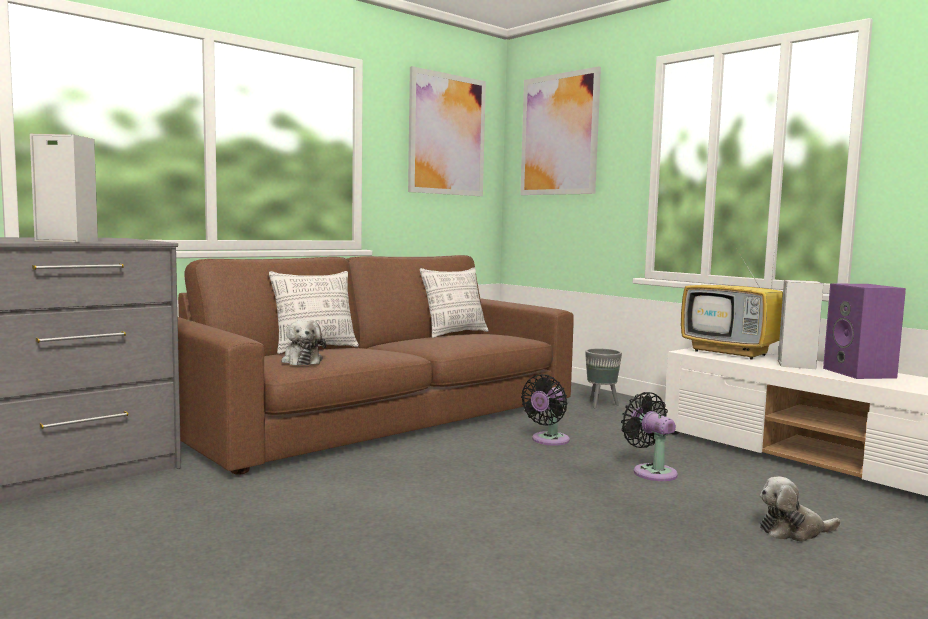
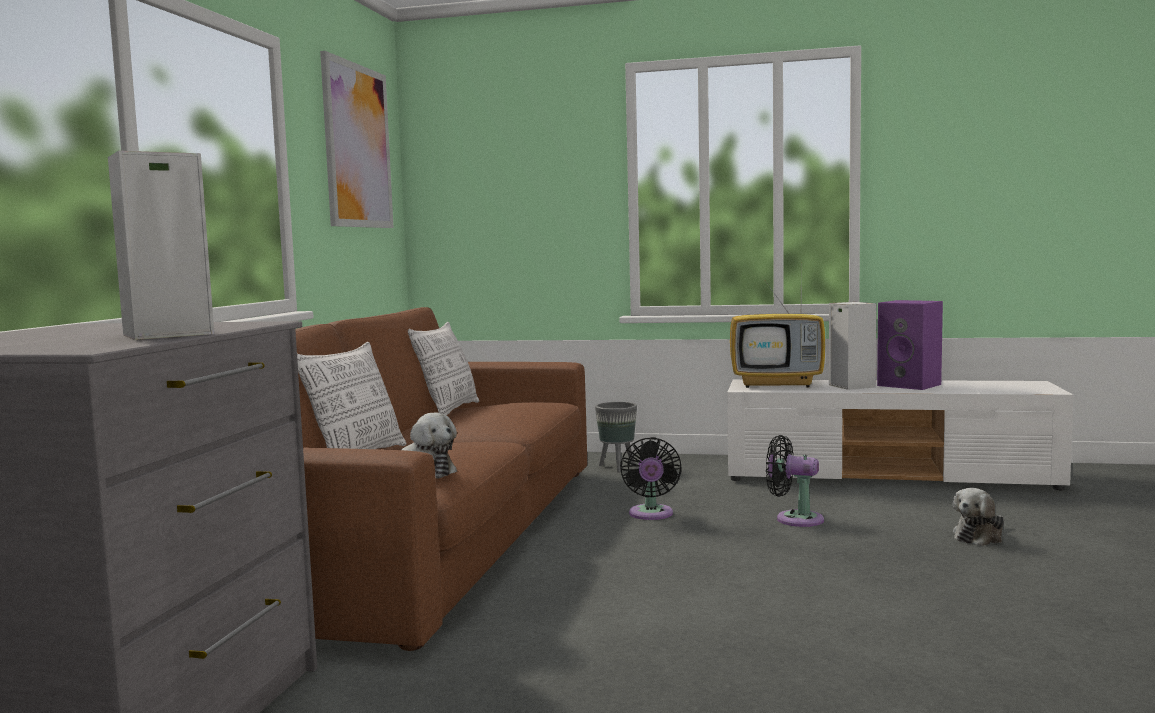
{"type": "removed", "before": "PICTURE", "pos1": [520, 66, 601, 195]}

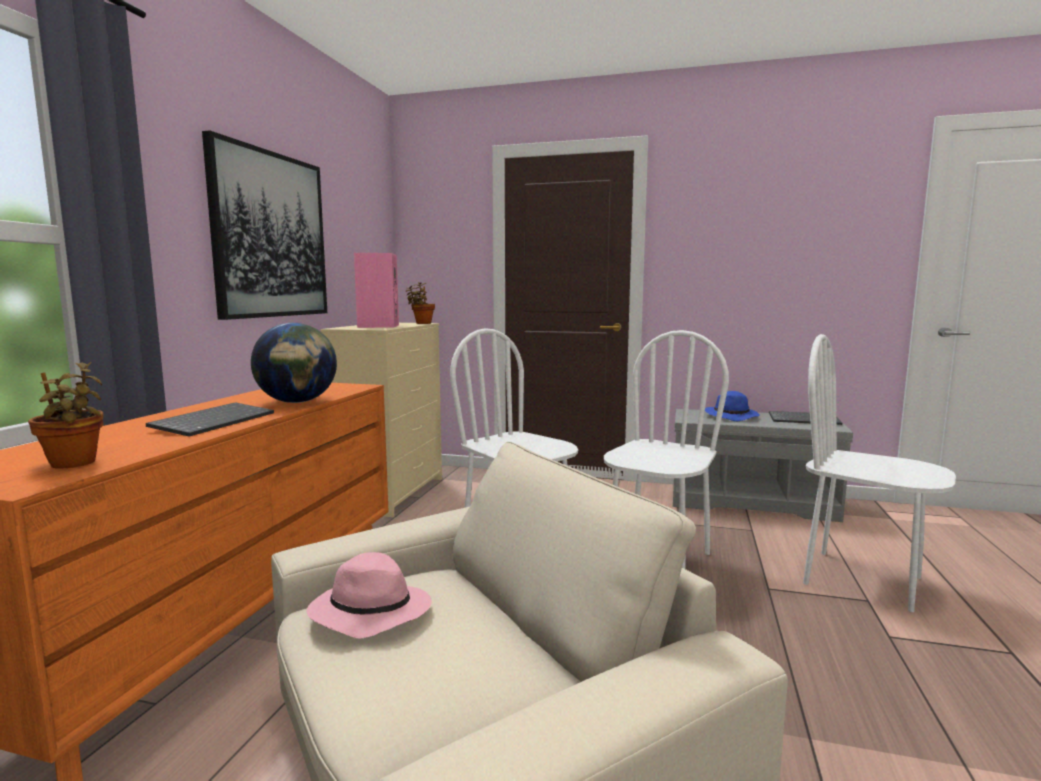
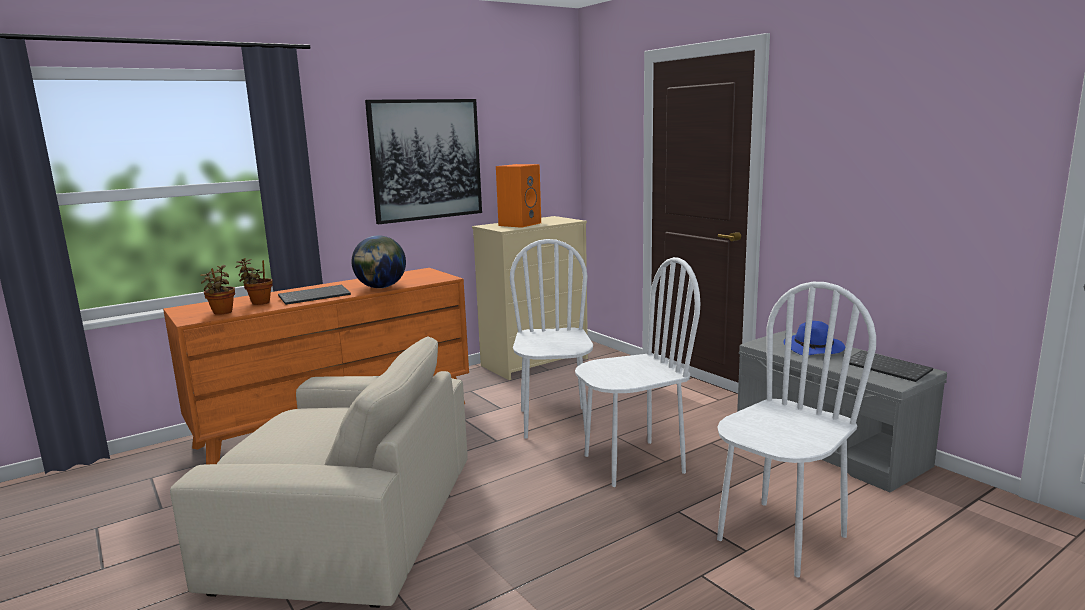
{"type": "recoloured", "before": "PINK SPEAKER", "after": "ORANGE SPEAKER", "pos1": [354, 253, 399, 328], "pos2": [496, 164, 541, 228]}
{"type": "moved", "before": "POTTED PLANT", "pos1": [406, 282, 435, 324], "pos2": [235, 258, 273, 305]}
{"type": "turned", "before": "WHITE CHAIR", "pos1": [803, 334, 956, 612], "pos2": [717, 282, 876, 577], "turn": 60}
{"type": "removed", "before": "PINK HAT", "pos1": [307, 552, 432, 638]}

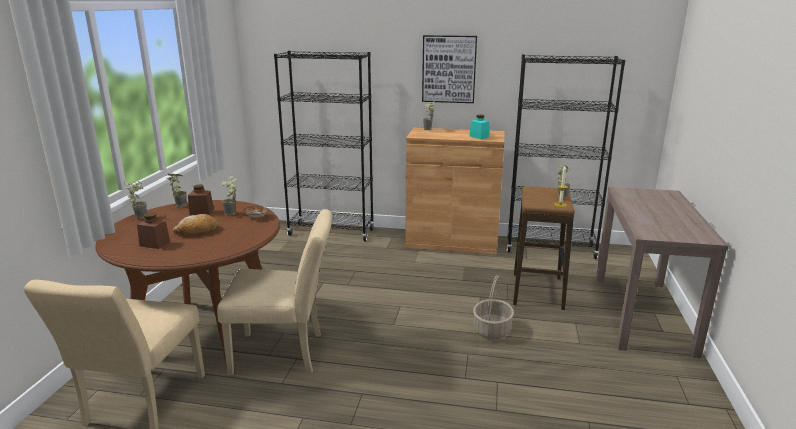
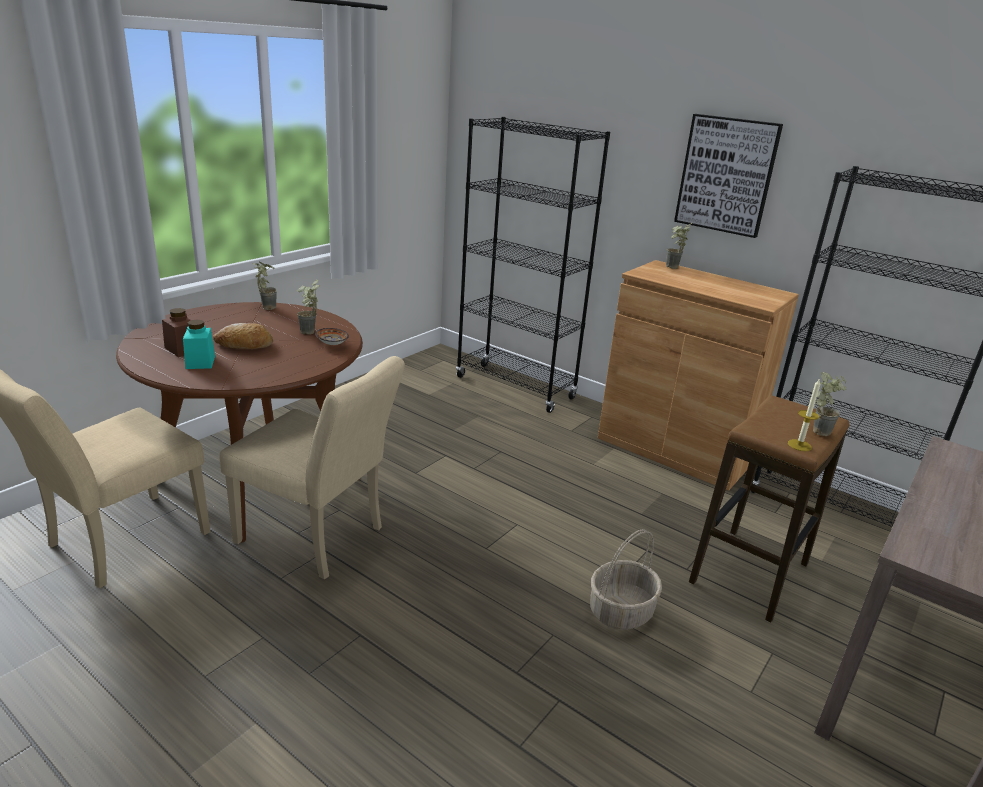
{"type": "moved", "before": "TURQUOISE JAR", "pos1": [469, 115, 489, 139], "pos2": [183, 320, 215, 369]}
{"type": "removed", "before": "POTTED PLANT", "pos1": [124, 181, 147, 219]}
{"type": "removed", "before": "BROWN JAR", "pos1": [188, 185, 214, 215]}

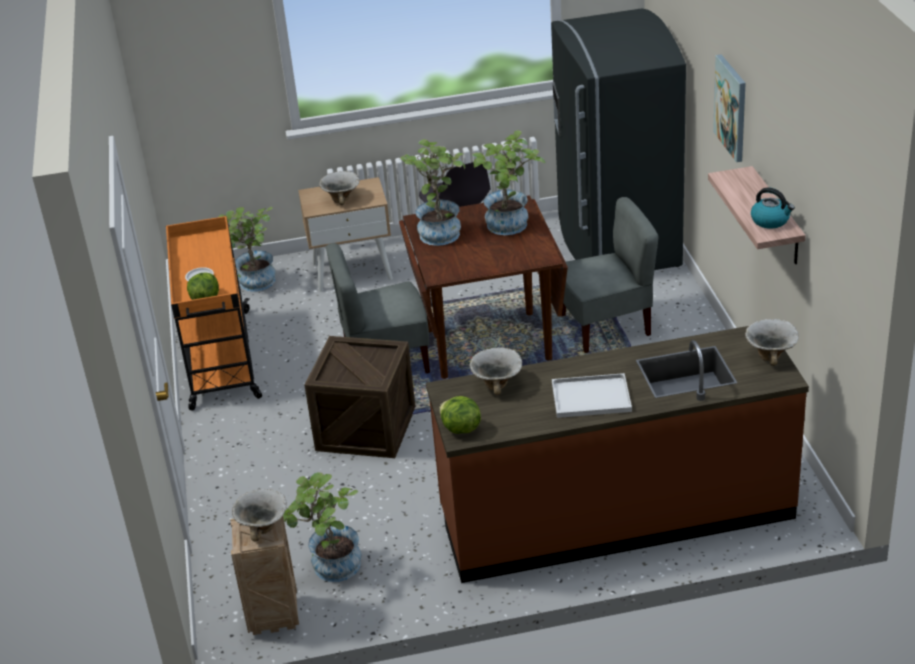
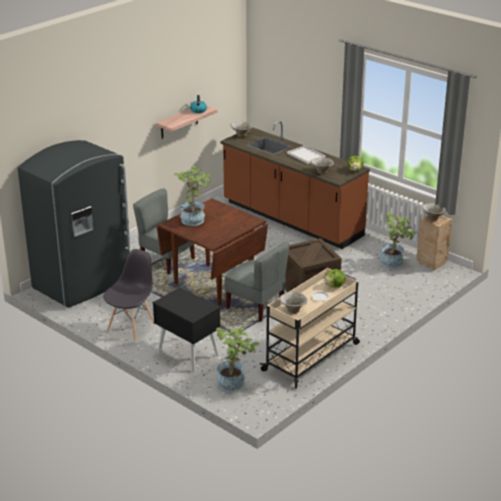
{"type": "removed", "before": "PICTURE", "pos1": [713, 54, 746, 162]}
{"type": "removed", "before": "POTTED PLANT", "pos1": [400, 139, 465, 246]}
{"type": "moved", "before": "BOWL", "pos1": [319, 171, 359, 205], "pos2": [279, 292, 308, 314]}
{"type": "recoloured", "before": "BEIGE NIGHTSTAND", "after": "BLACK NIGHTSTAND", "pos1": [298, 177, 393, 292], "pos2": [153, 287, 221, 372]}
{"type": "recoloured", "before": "ORANGE CART", "after": "BEIGE CART", "pos1": [166, 216, 262, 411], "pos2": [260, 268, 360, 388]}

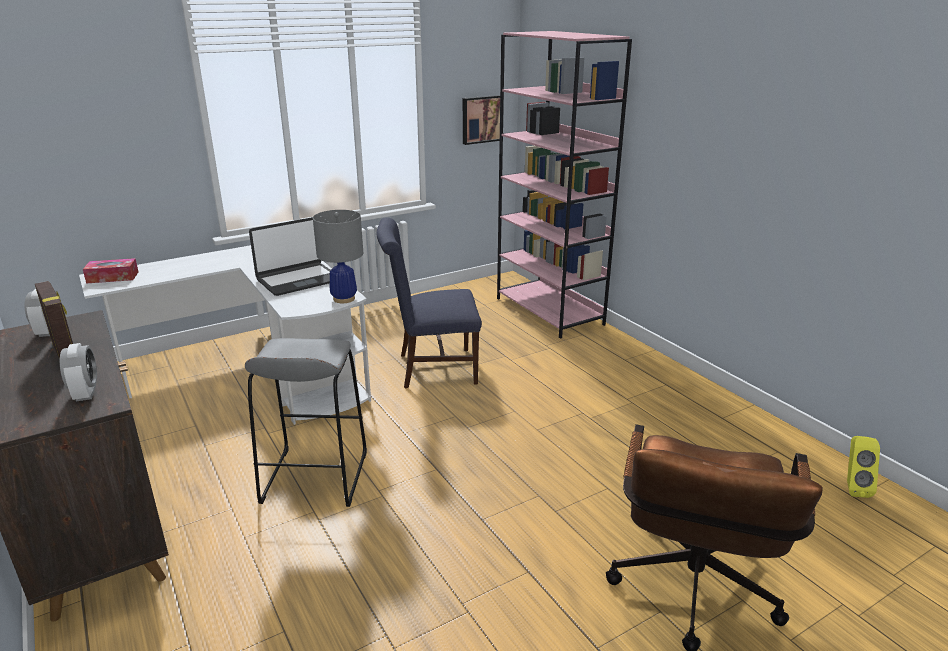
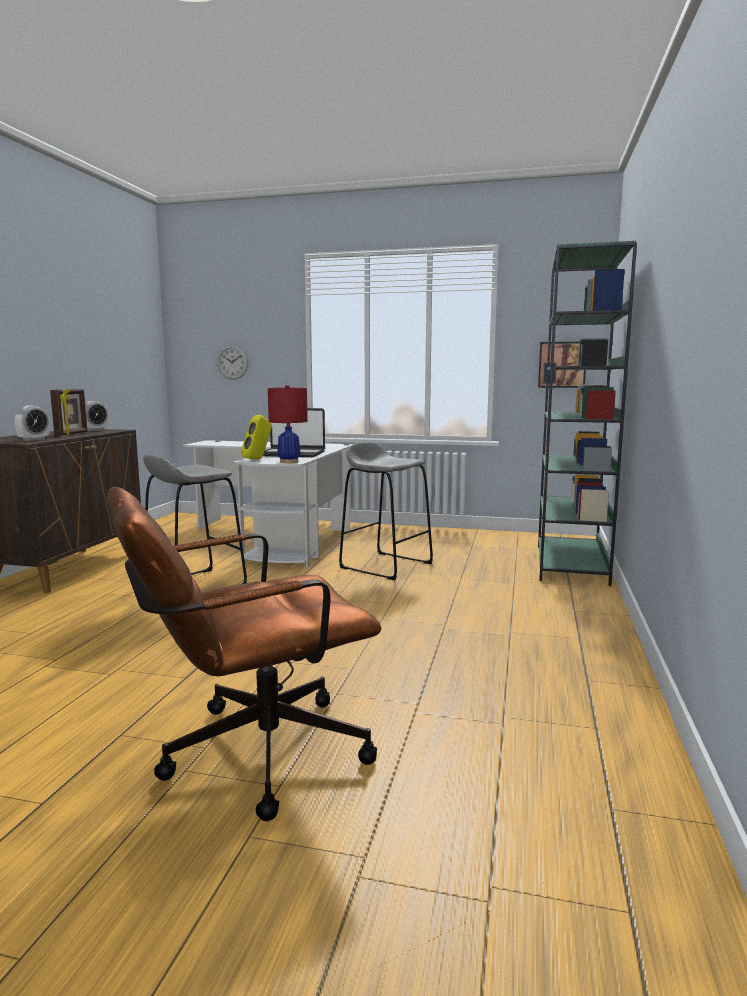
{"type": "recoloured", "before": "PINK BOOKCASE", "after": "GREEN BOOKCASE", "pos1": [497, 31, 632, 339], "pos2": [538, 241, 637, 586]}
{"type": "recoloured", "before": "GREY TABLE LAMP", "after": "RED TABLE LAMP", "pos1": [313, 210, 363, 303], "pos2": [268, 385, 308, 463]}
{"type": "replaced", "before": "BLUE CHAIR", "after": "GREY STOOL", "pos1": [376, 217, 482, 389], "pos2": [339, 442, 433, 580]}
{"type": "removed", "before": "TISSUE BOX", "pos1": [83, 258, 138, 283]}
{"type": "moved", "before": "YELLOW SPEAKER", "pos1": [847, 436, 880, 498], "pos2": [241, 415, 272, 460]}
{"type": "added", "after": "WALL CLOCK", "pos2": [217, 345, 248, 380]}

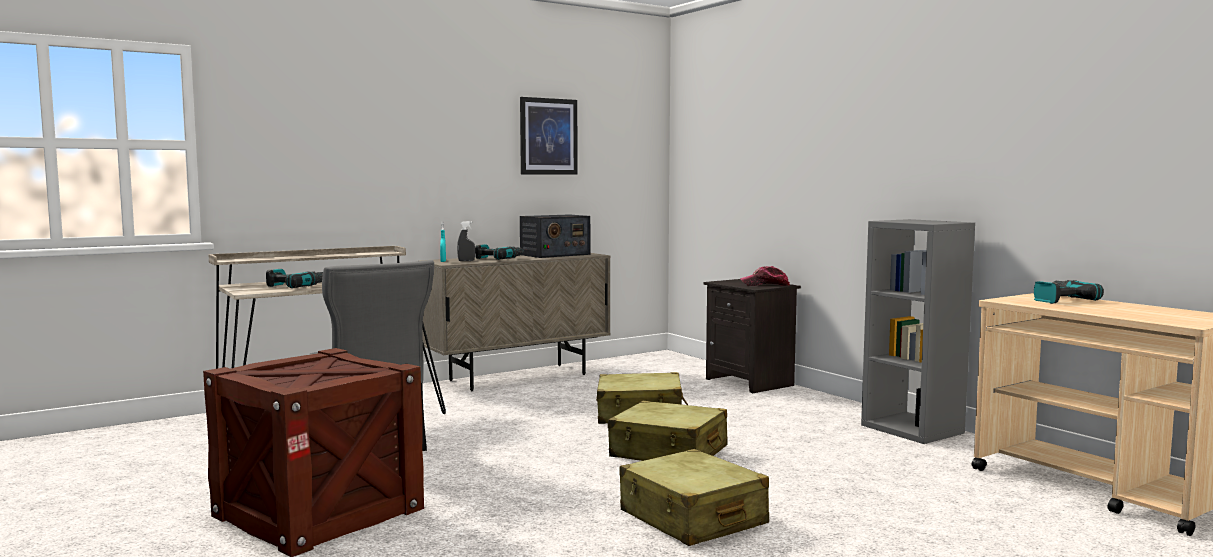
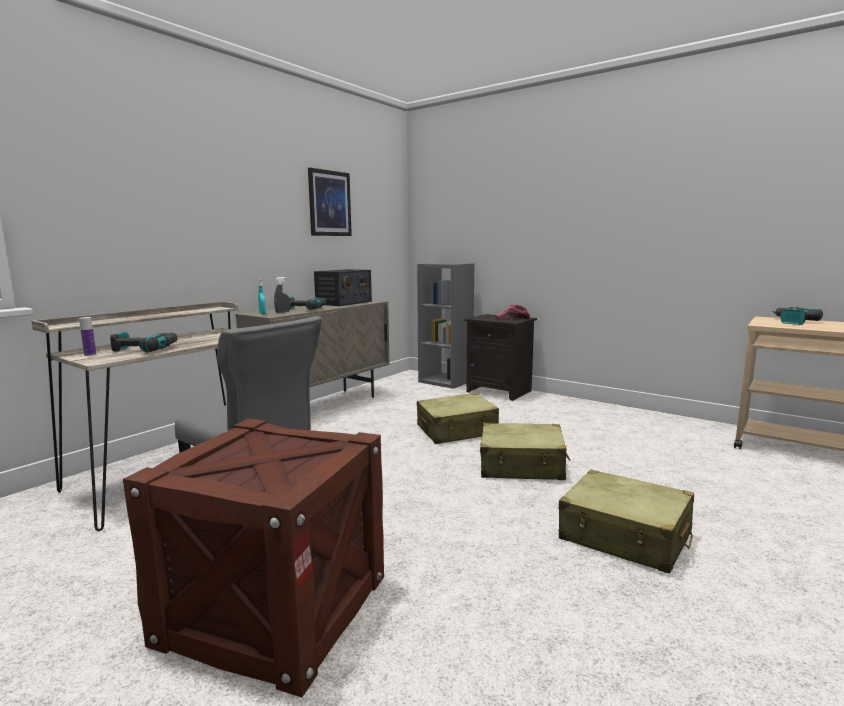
{"type": "moved", "before": "GREY BOOKCASE", "pos1": [861, 219, 975, 444], "pos2": [417, 263, 474, 389]}
{"type": "added", "after": "BOTTLE", "pos2": [79, 317, 96, 356]}

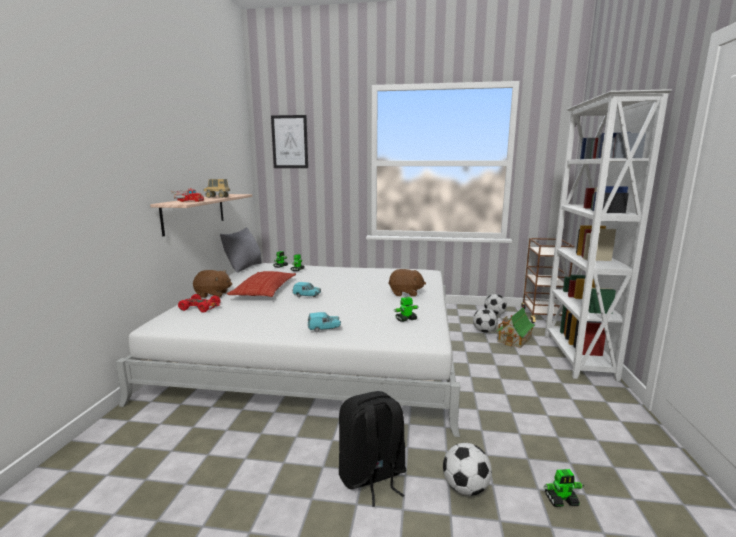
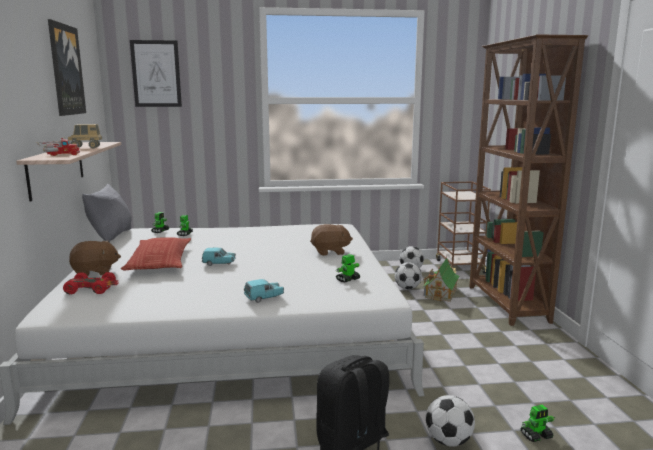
{"type": "recoloured", "before": "WHITE BOOKCASE", "after": "BROWN BOOKCASE", "pos1": [545, 89, 672, 382], "pos2": [469, 34, 588, 326]}
{"type": "added", "after": "PICTURE", "pos2": [48, 19, 86, 116]}

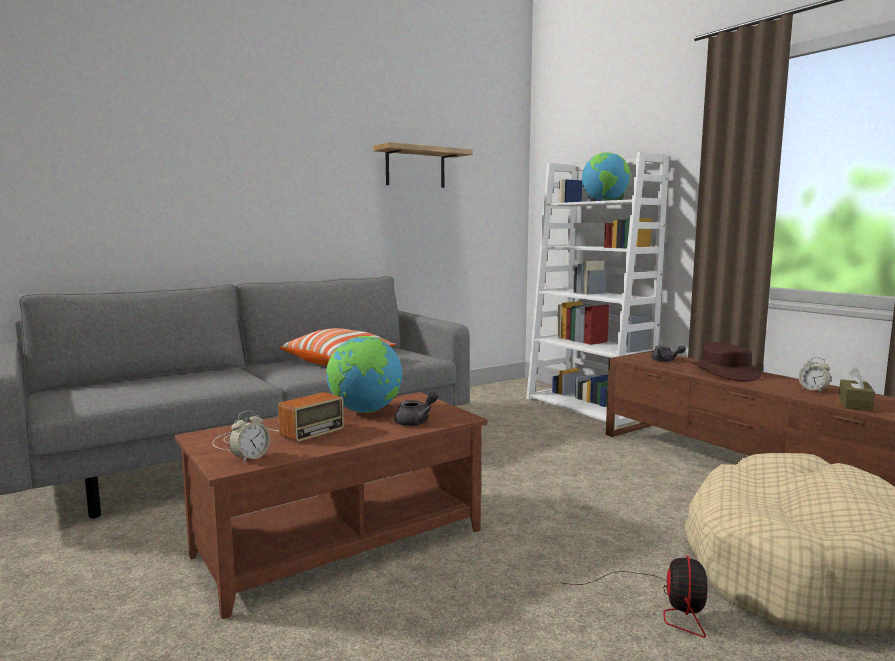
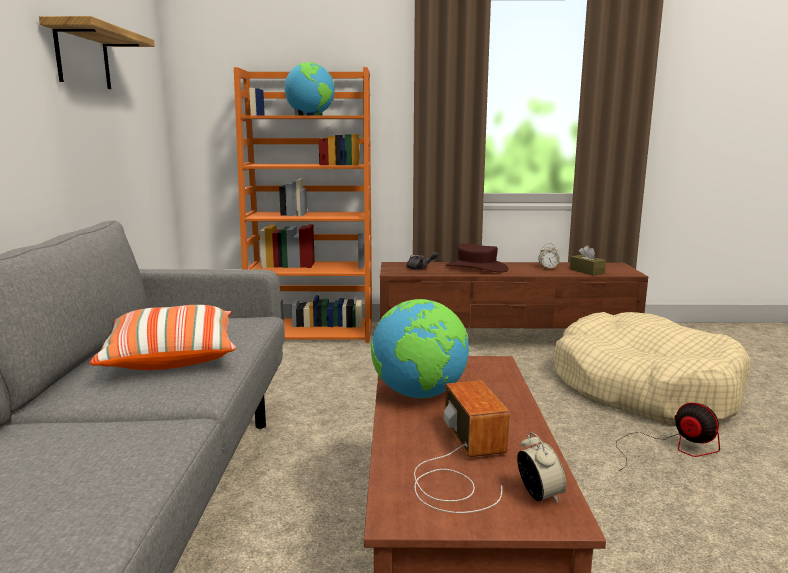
{"type": "recoloured", "before": "WHITE BOOKCASE", "after": "ORANGE BOOKCASE", "pos1": [526, 152, 669, 426], "pos2": [234, 67, 372, 343]}
{"type": "removed", "before": "GREY TEAPOT", "pos1": [395, 391, 438, 426]}

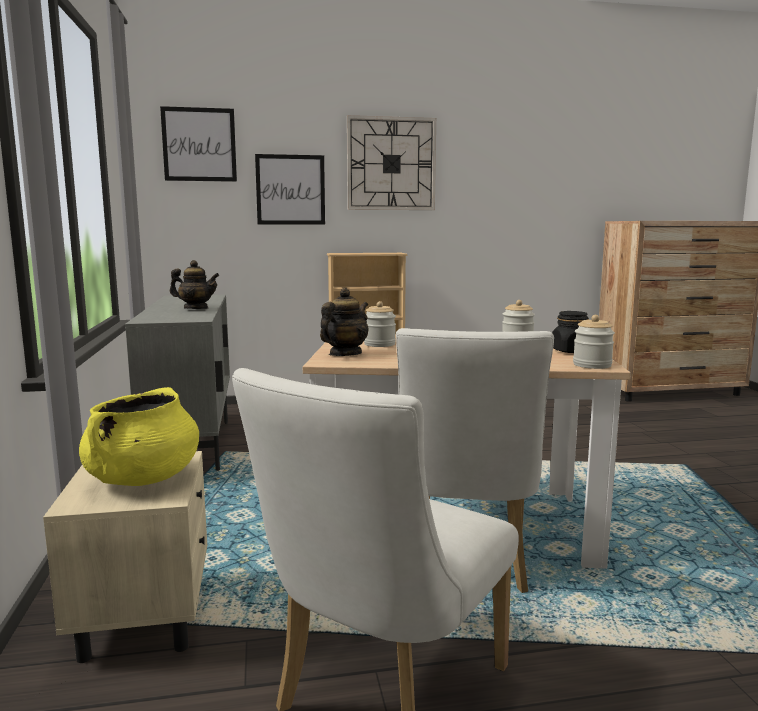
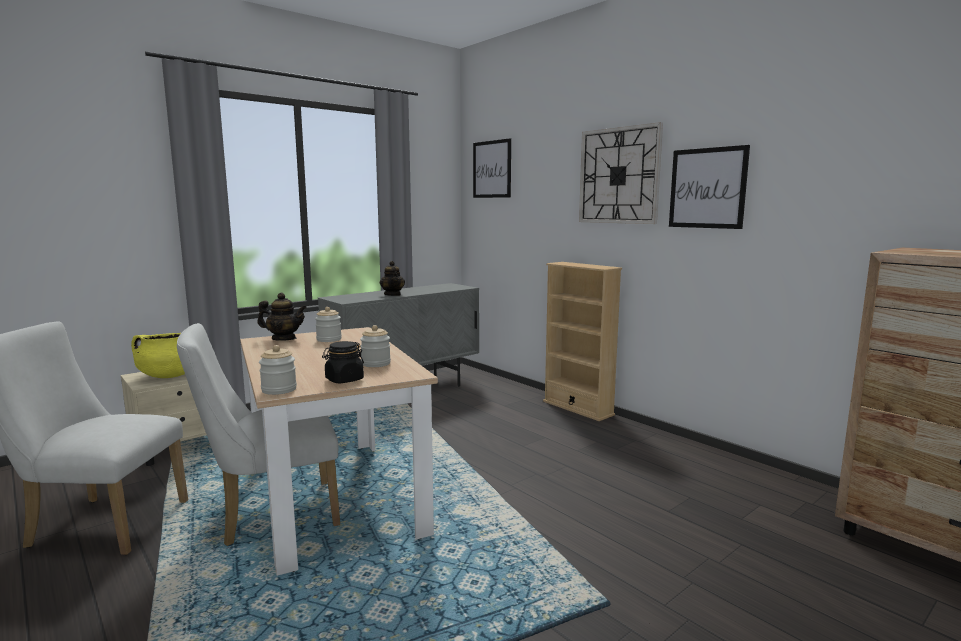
{"type": "moved", "before": "PICTURE", "pos1": [255, 154, 325, 225], "pos2": [669, 145, 750, 229]}

